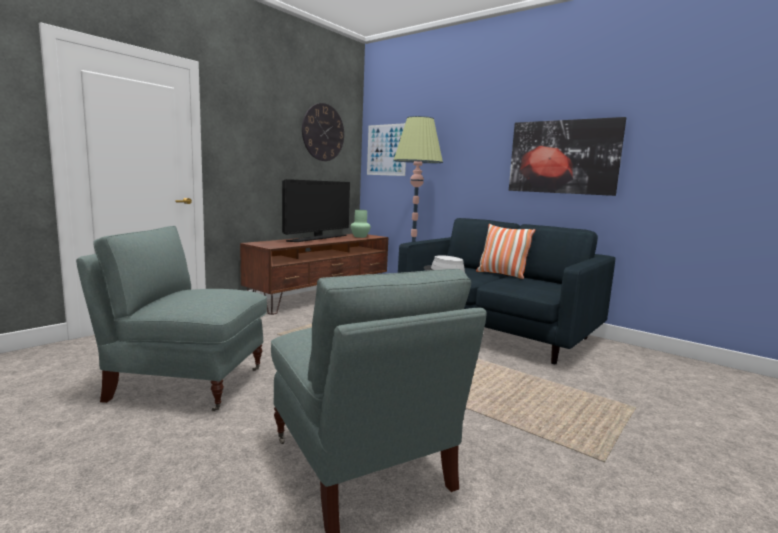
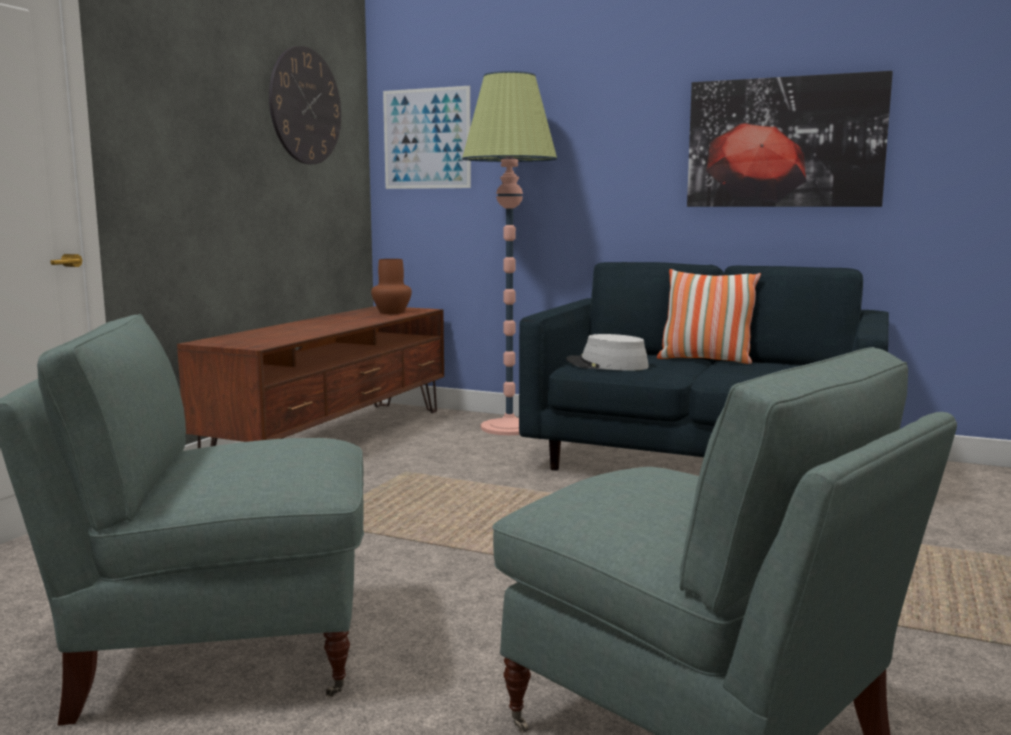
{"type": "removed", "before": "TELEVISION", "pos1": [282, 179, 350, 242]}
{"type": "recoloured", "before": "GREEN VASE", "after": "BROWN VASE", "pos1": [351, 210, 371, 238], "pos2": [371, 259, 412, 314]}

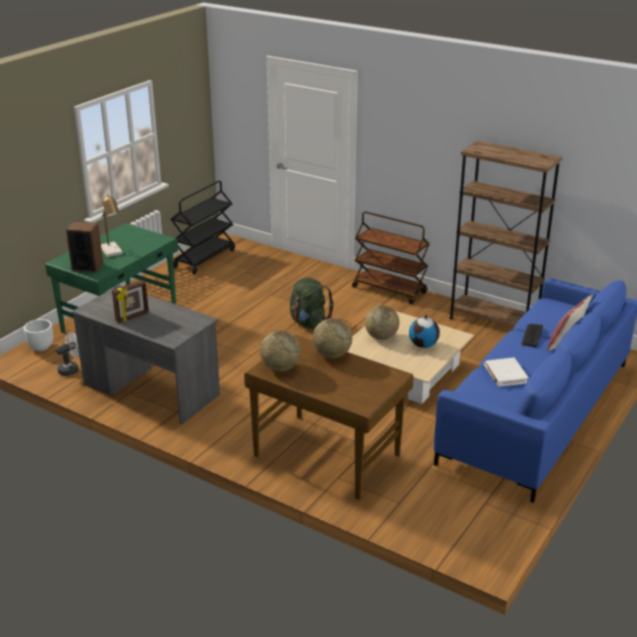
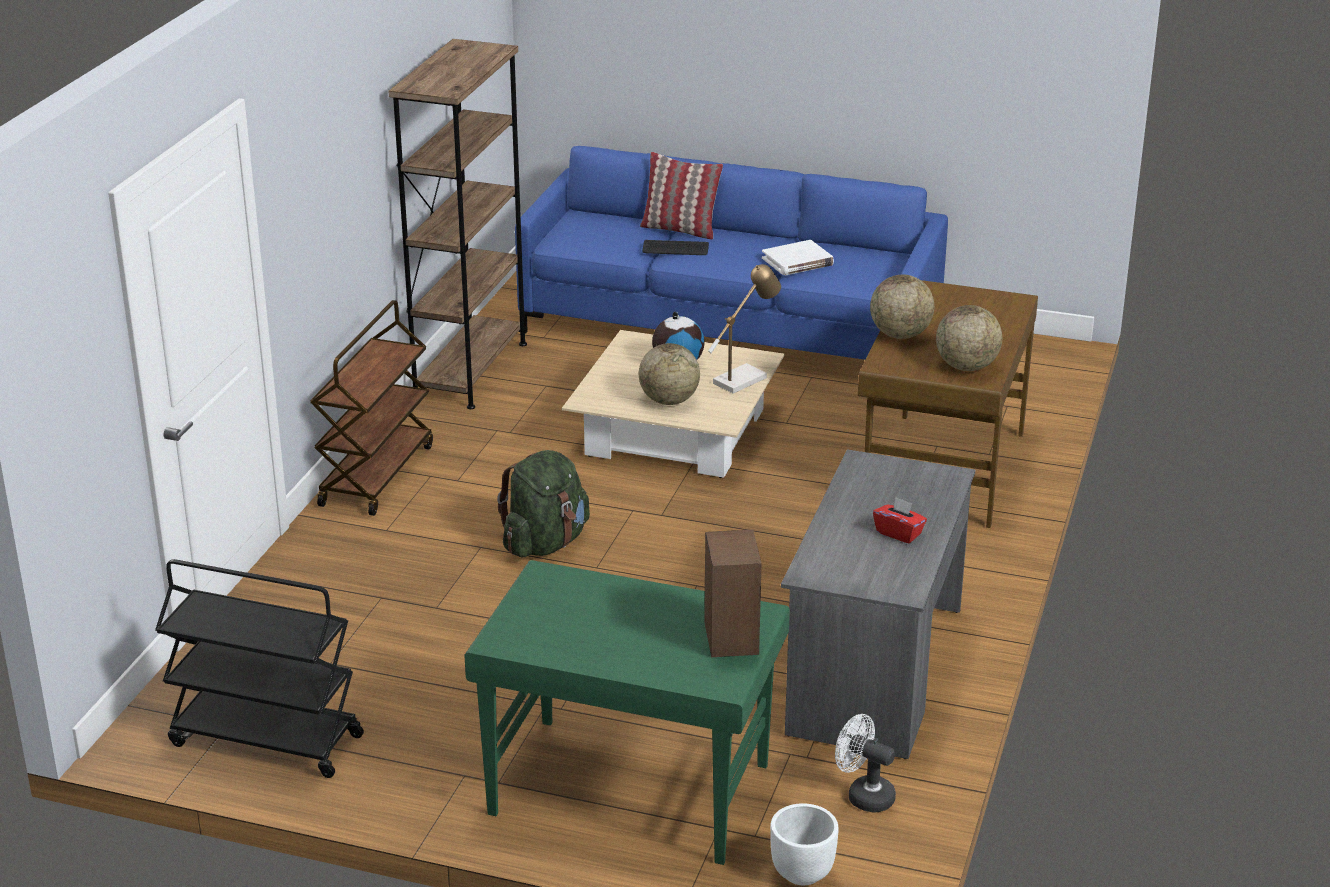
{"type": "moved", "before": "TABLE LAMP", "pos1": [100, 194, 123, 257], "pos2": [708, 264, 781, 393]}
{"type": "replaced", "before": "PICTURE FRAME", "after": "RED TISSUE BOX", "pos1": [112, 280, 149, 323], "pos2": [873, 497, 927, 544]}

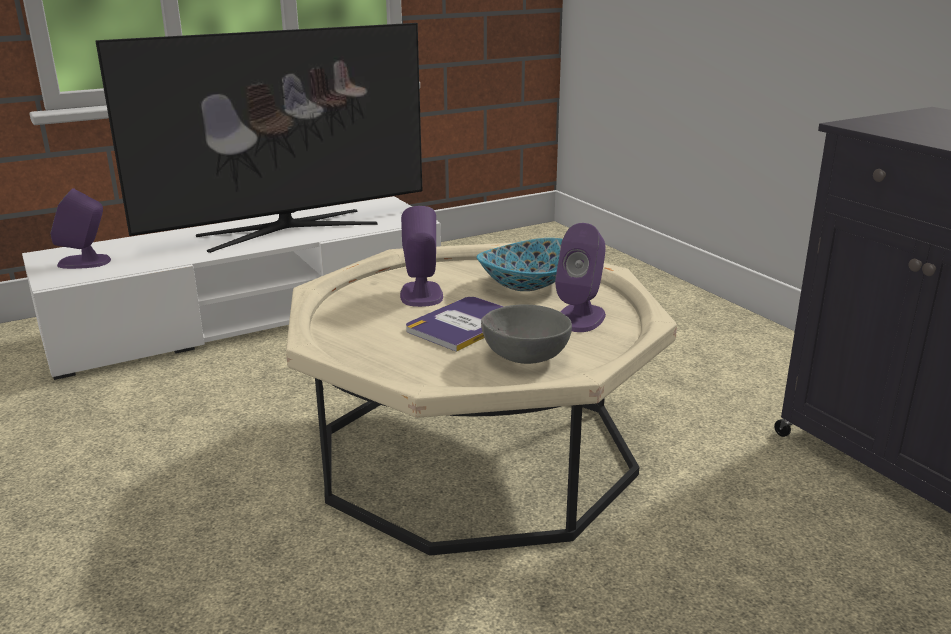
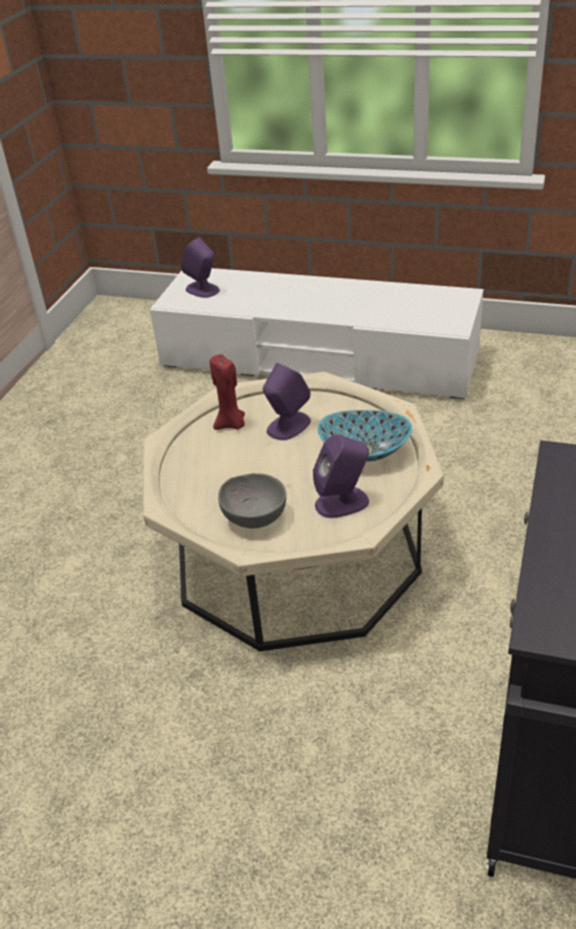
{"type": "removed", "before": "TELEVISION", "pos1": [96, 23, 422, 253]}
{"type": "removed", "before": "BOOK", "pos1": [406, 297, 504, 352]}
{"type": "added", "after": "RED CANDLE", "pos2": [210, 354, 245, 430]}

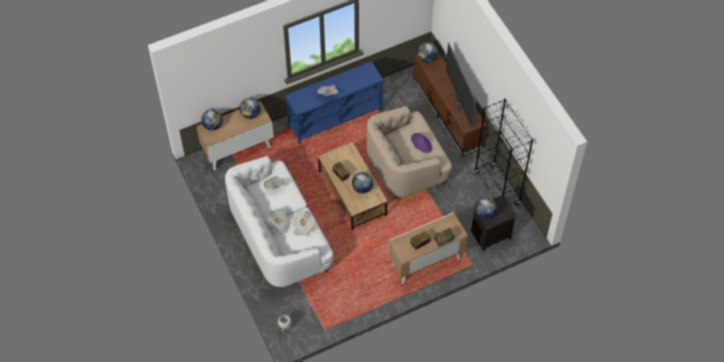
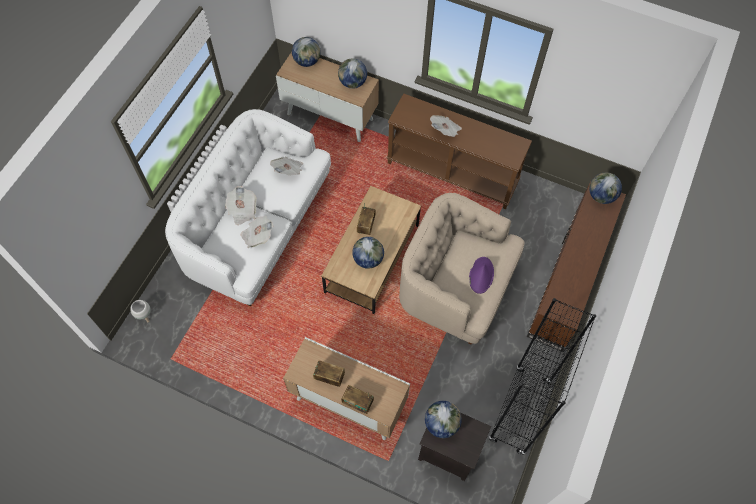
{"type": "removed", "before": "TELEVISION", "pos1": [444, 42, 477, 128]}
{"type": "recoloured", "before": "BLUE CONSOLE TABLE", "after": "BROWN CONSOLE TABLE", "pos1": [285, 61, 383, 144], "pos2": [387, 93, 532, 209]}

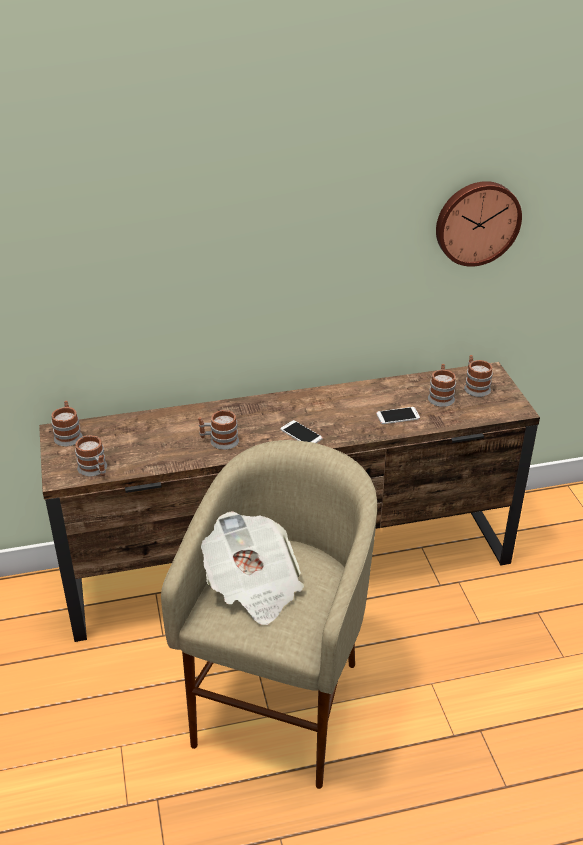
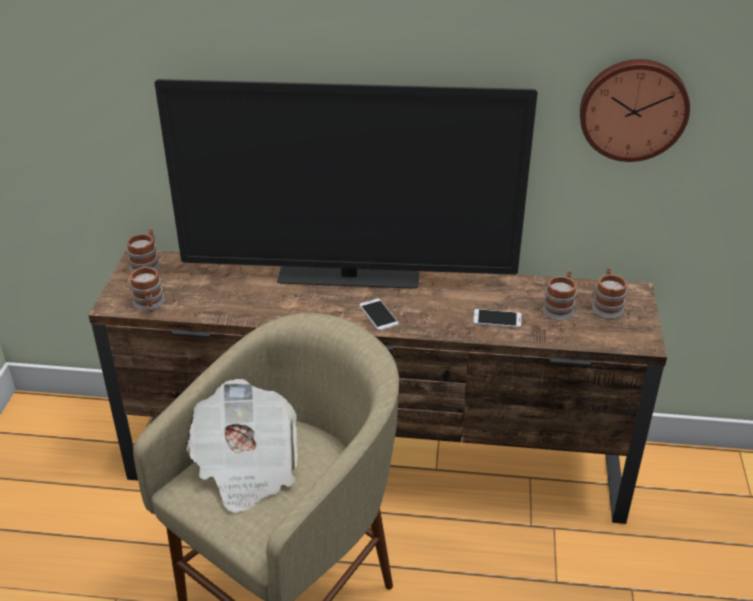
{"type": "removed", "before": "MUG", "pos1": [198, 410, 239, 450]}
{"type": "added", "after": "TELEVISION", "pos2": [154, 79, 538, 289]}

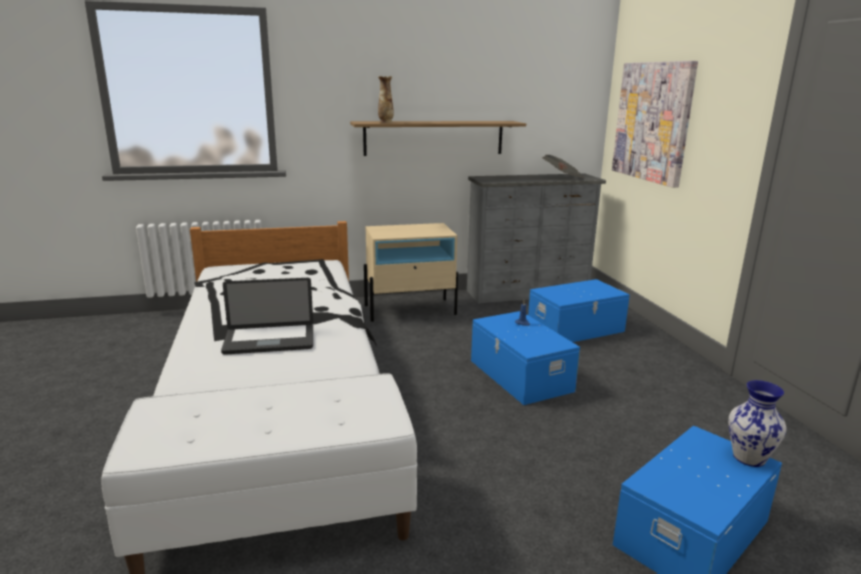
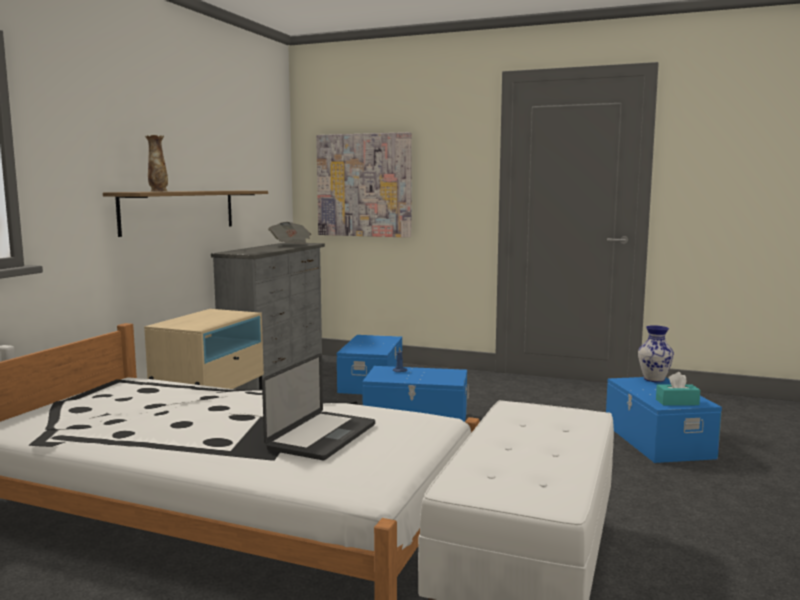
{"type": "added", "after": "TURQUOISE TISSUE BOX", "pos2": [656, 372, 700, 406]}

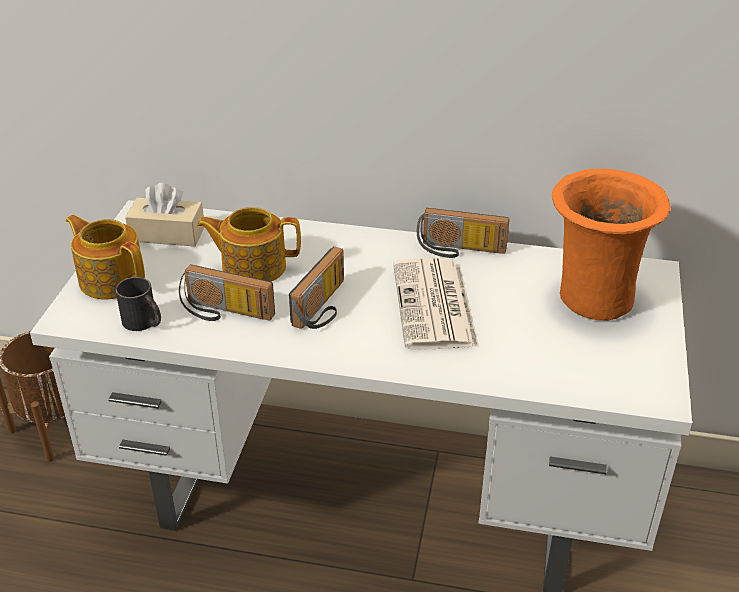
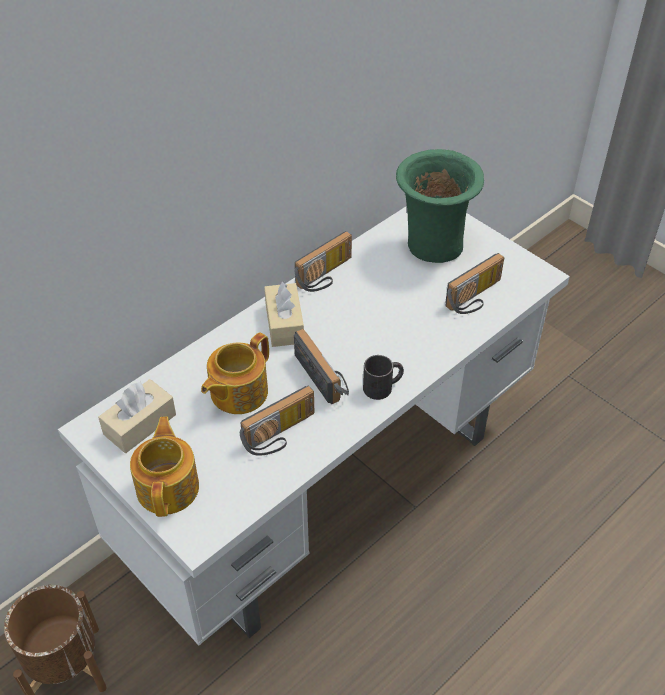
{"type": "recoloured", "before": "ORANGE VASE", "after": "GREEN VASE", "pos1": [552, 169, 671, 321], "pos2": [396, 149, 484, 263]}
{"type": "turned", "before": "TEAPOT", "pos1": [66, 215, 145, 299], "pos2": [130, 417, 199, 517], "turn": 105}
{"type": "removed", "before": "NEWSPAPER", "pos1": [393, 258, 479, 350]}
{"type": "moved", "before": "BLACK MUG", "pos1": [115, 277, 161, 331], "pos2": [363, 355, 404, 400]}
{"type": "added", "after": "RADIO", "pos2": [445, 253, 504, 314]}
{"type": "added", "after": "BEIGE TISSUE BOX", "pos2": [264, 281, 304, 347]}

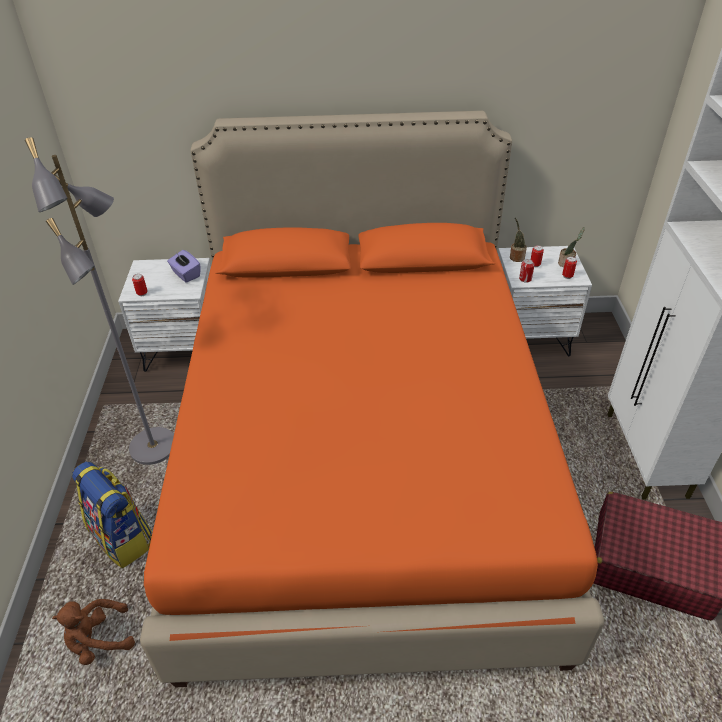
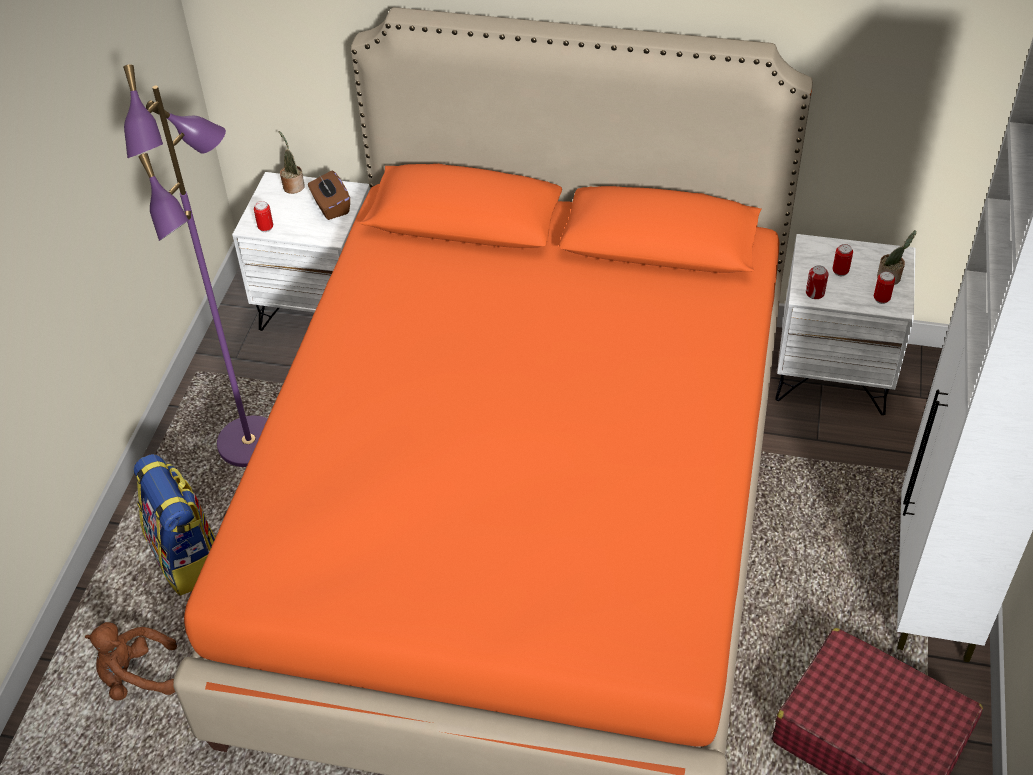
{"type": "recoloured", "before": "GREY FLOOR LAMP", "after": "PURPLE FLOOR LAMP", "pos1": [25, 137, 174, 465], "pos2": [123, 64, 268, 467]}
{"type": "moved", "before": "POTTED PLANT", "pos1": [510, 218, 527, 262], "pos2": [278, 131, 305, 194]}
{"type": "recoloured", "before": "PURPLE TISSUE BOX", "after": "BROWN TISSUE BOX", "pos1": [167, 250, 200, 283], "pos2": [308, 170, 350, 220]}

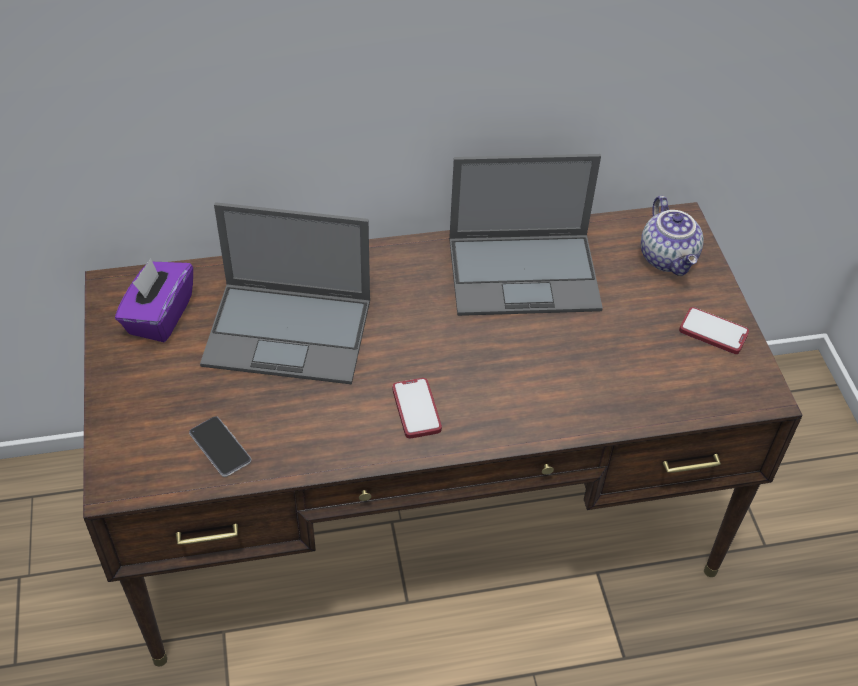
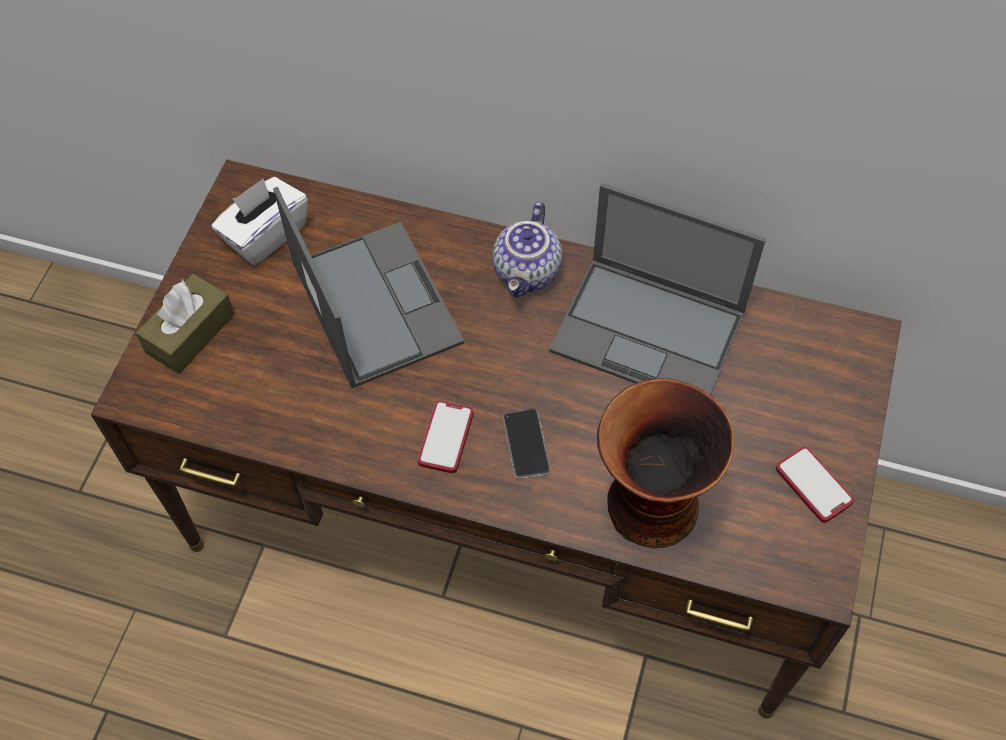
{"type": "moved", "before": "TEAPOT", "pos1": [641, 196, 704, 276], "pos2": [493, 202, 562, 298]}
{"type": "turned", "before": "LAPTOP", "pos1": [200, 202, 370, 384], "pos2": [273, 187, 465, 388], "turn": -150}
{"type": "recoloured", "before": "PURPLE TISSUE BOX", "after": "WHITE TISSUE BOX", "pos1": [115, 258, 193, 342], "pos2": [212, 177, 308, 265]}
{"type": "moved", "before": "PHONE", "pos1": [189, 416, 251, 477], "pos2": [503, 409, 551, 479]}
{"type": "added", "after": "BROWN TISSUE BOX", "pos2": [136, 274, 235, 374]}
{"type": "added", "after": "VASE", "pos2": [597, 378, 735, 549]}

